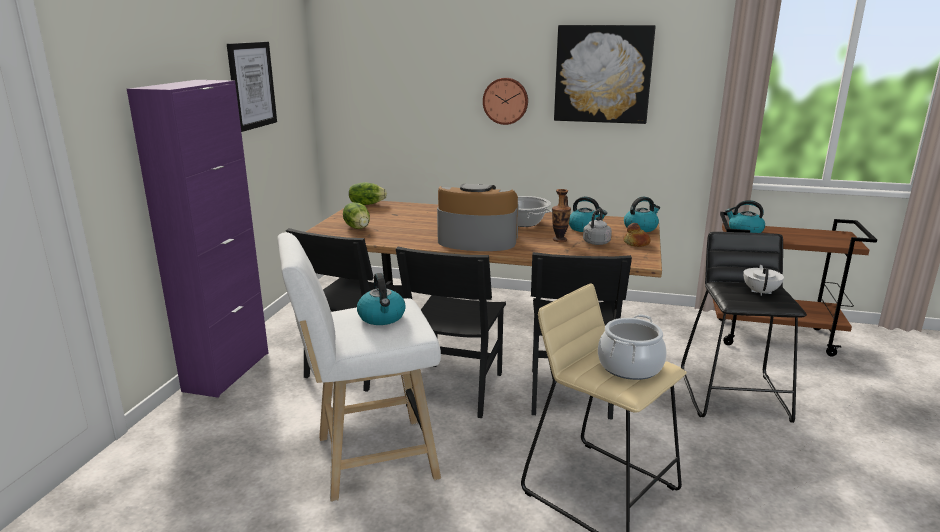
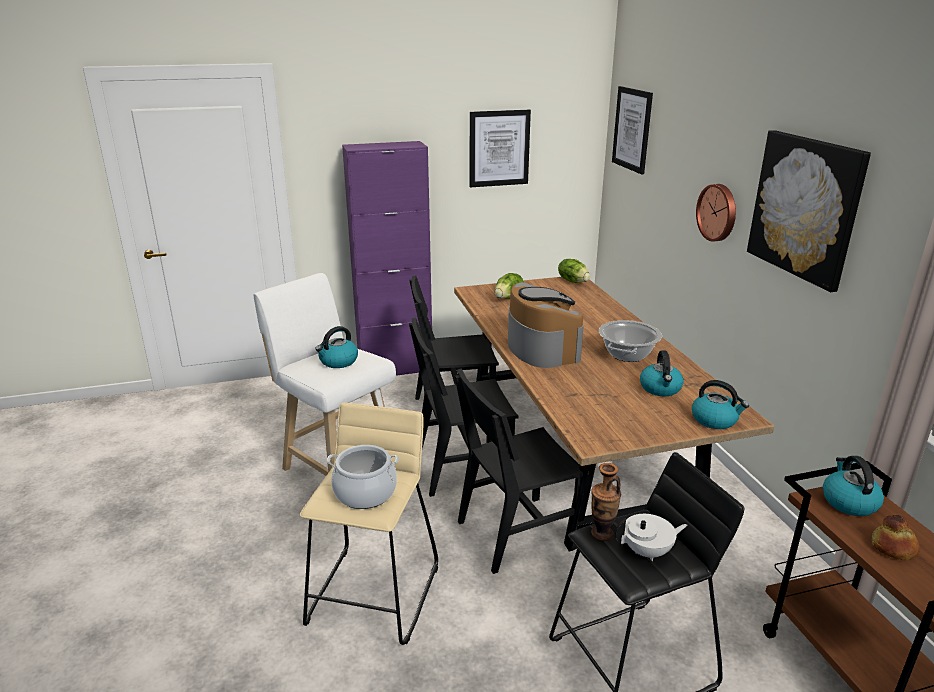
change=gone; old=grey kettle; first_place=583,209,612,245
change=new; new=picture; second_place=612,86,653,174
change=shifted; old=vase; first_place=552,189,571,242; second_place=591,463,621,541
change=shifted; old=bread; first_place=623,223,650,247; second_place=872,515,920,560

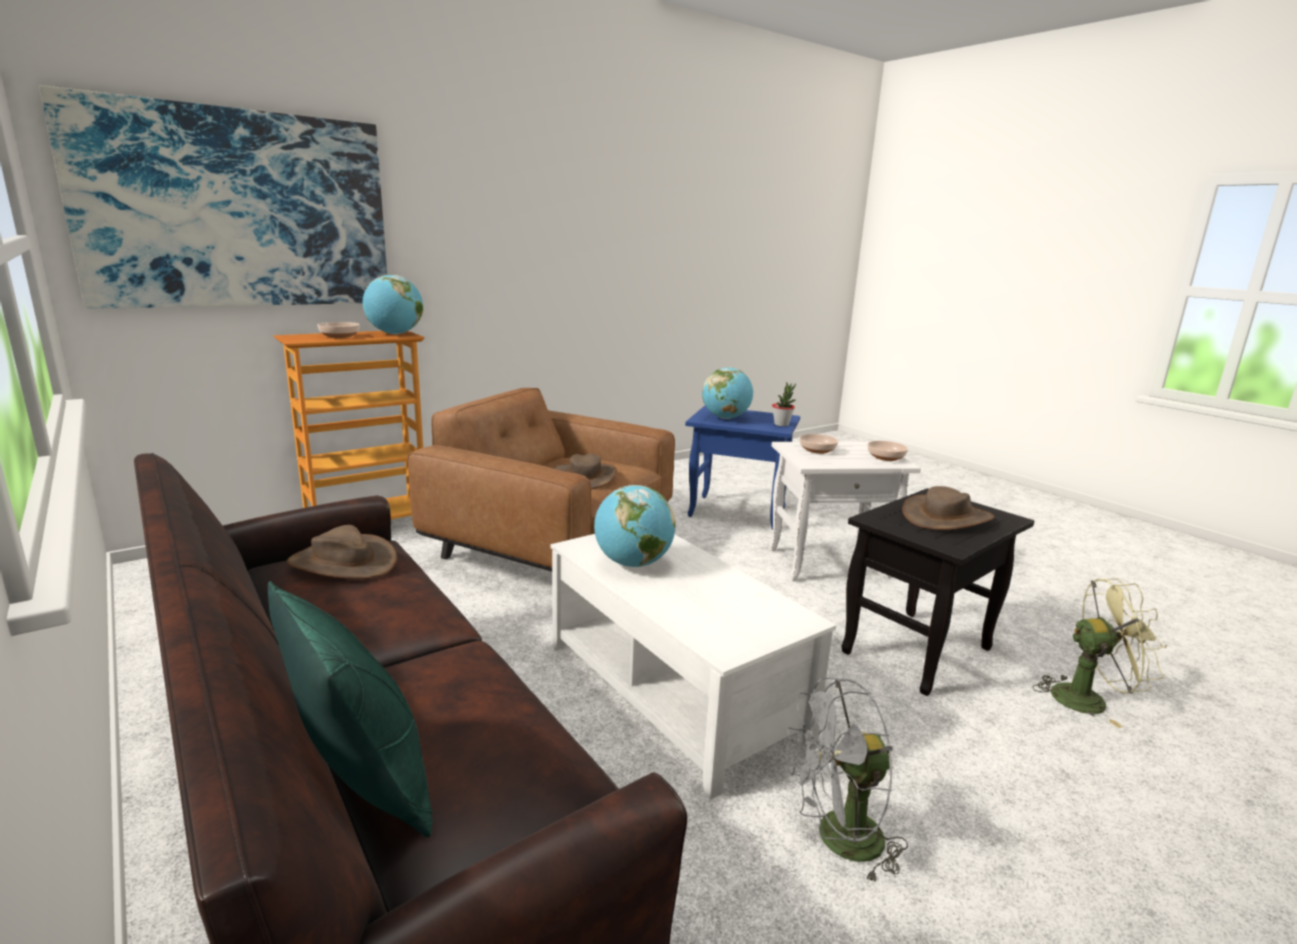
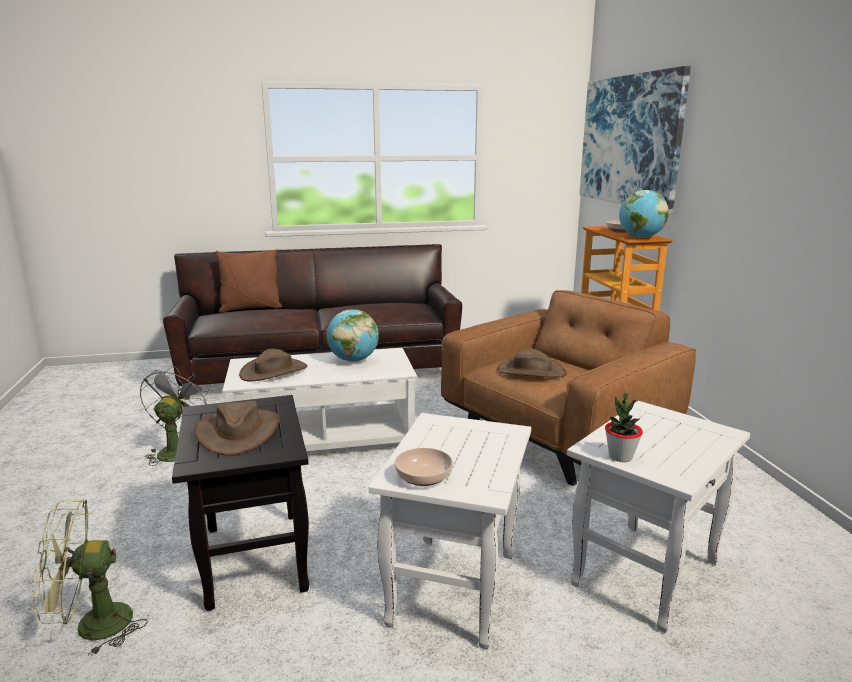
change=gone; old=globe; first_place=702,367,753,419
change=gone; old=bowl; first_place=799,434,839,454
change=shifted; old=brown hat; first_place=287,525,398,579; second_place=239,349,307,381
change=repainted; old=green pillow; new=brown pillow; first_place=268,581,433,837; second_place=215,249,282,313
change=repainted; old=blue side table; new=white side table; first_place=685,406,800,530; second_place=567,401,750,633
change=rotated; old=green fan; first_place=1032,578,1167,728; second_place=33,499,148,656; degrees=45

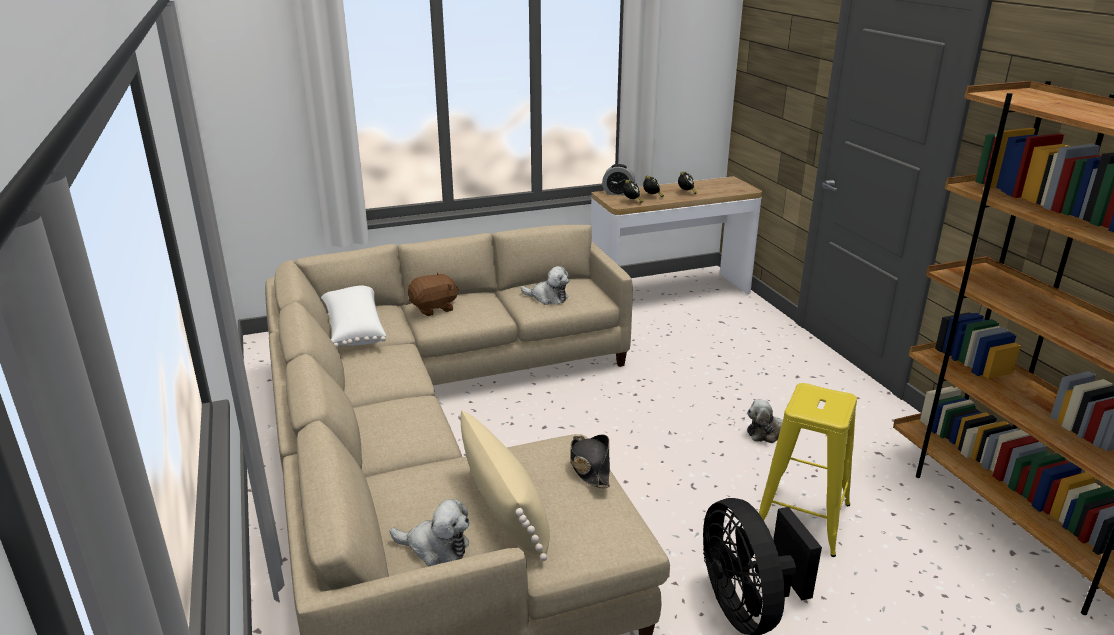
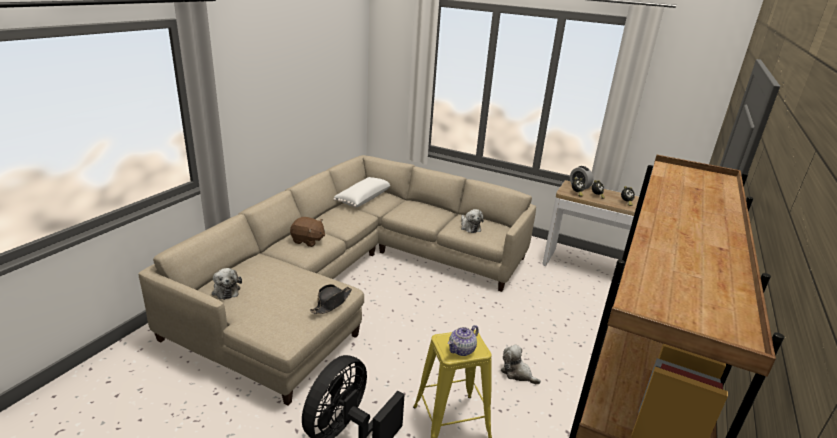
change=gone; old=beige pillow; first_place=458,410,550,561
change=new; new=teapot; second_place=448,325,479,356
change=shifted; old=brown plush toy; first_place=408,272,459,316; second_place=290,217,325,247

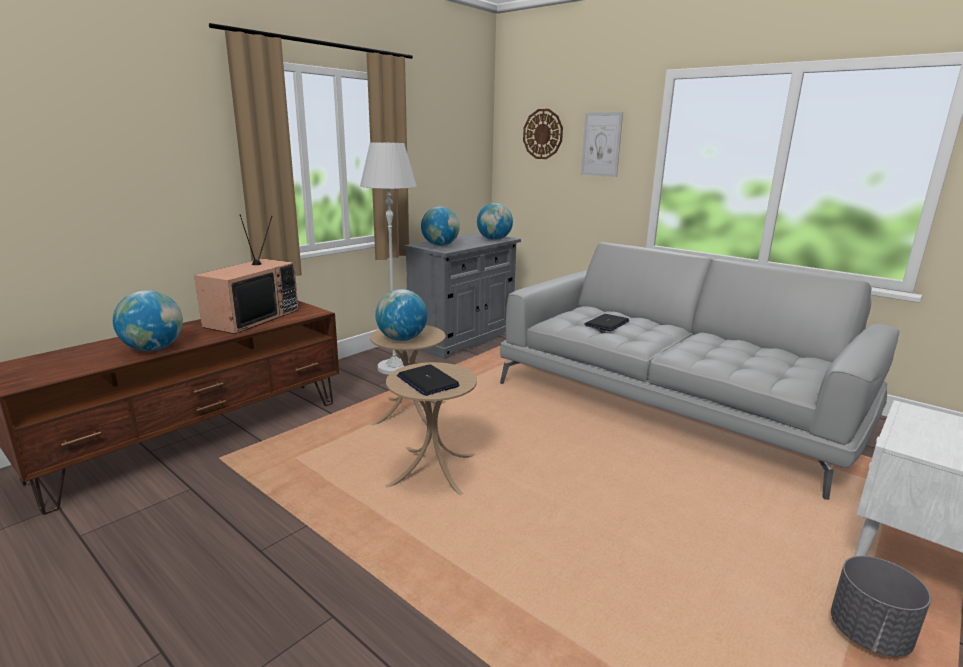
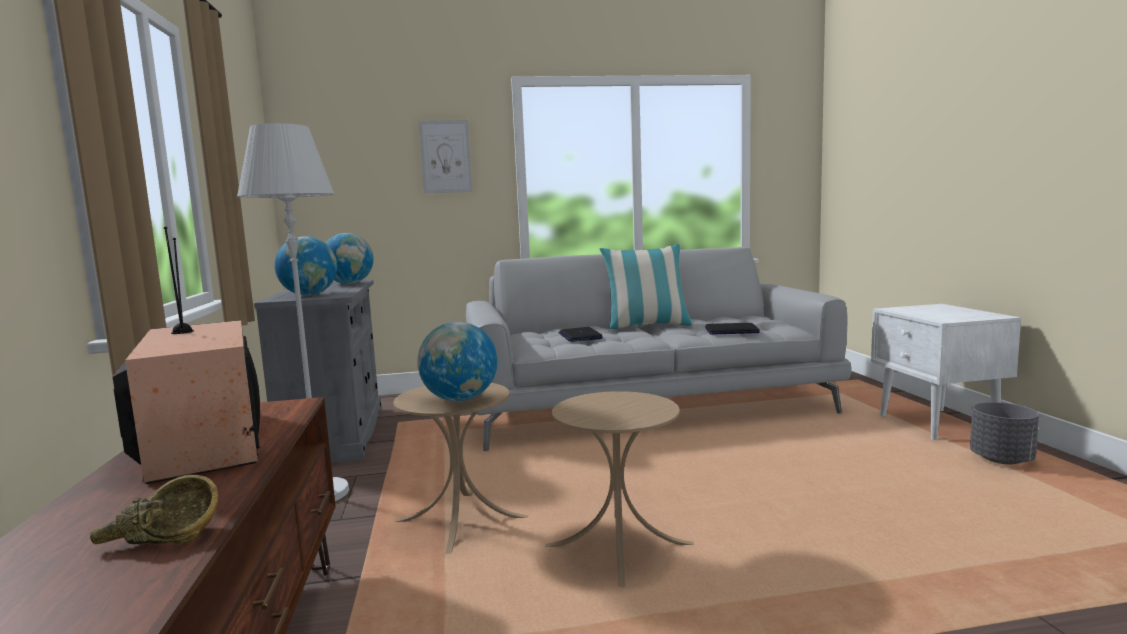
change=gone; old=wall clock; first_place=523,109,563,159
change=new; new=pillow; second_place=599,243,694,329
change=shifted; old=laptop; first_place=397,364,460,396; second_place=705,323,760,335
change=swapped; old=globe; new=brown bowl; first_place=113,290,183,351; second_place=90,475,218,544

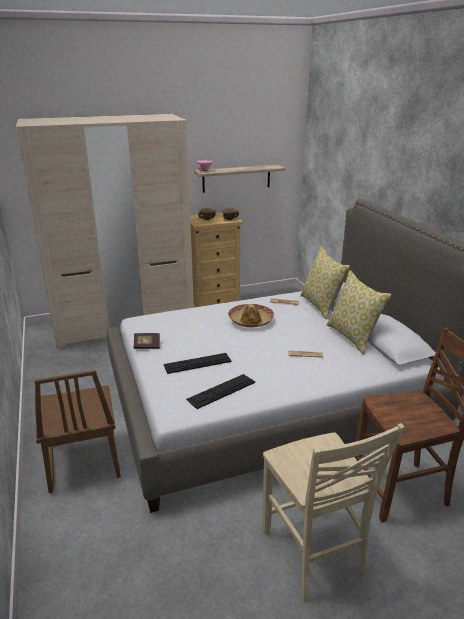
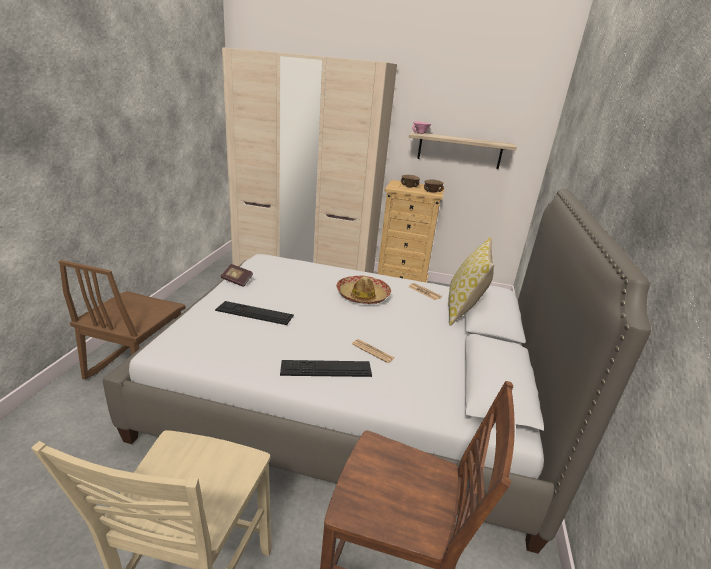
change=gone; old=pillow; first_place=327,270,392,355
change=shifted; old=keyboard; first_place=186,374,255,409; second_place=280,360,372,377

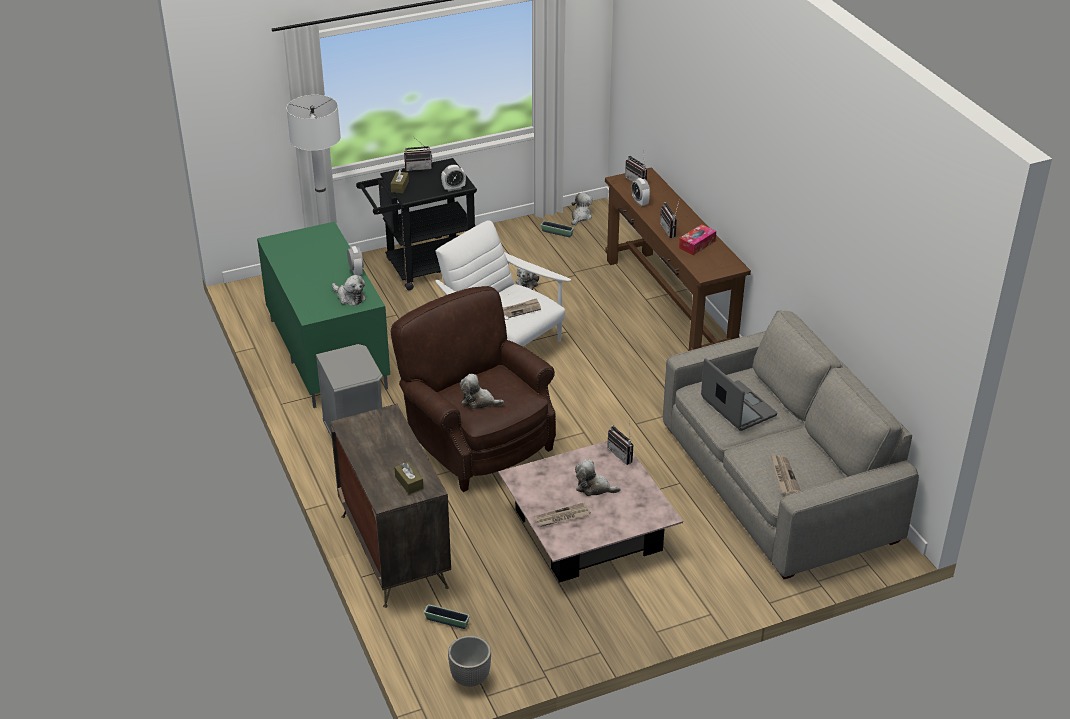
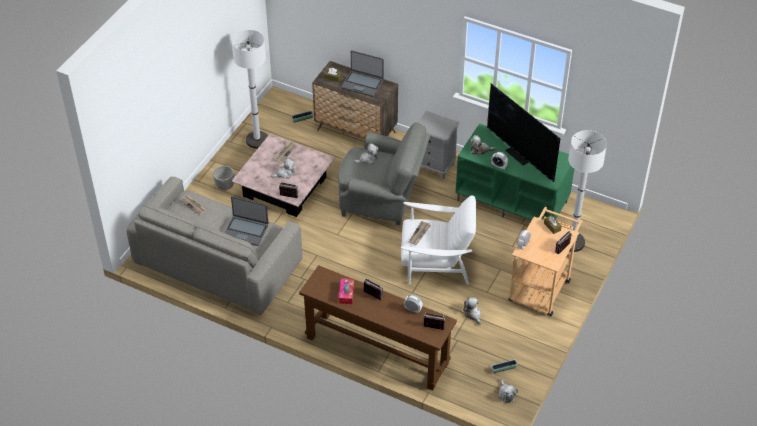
change=new; new=white floor lamp; second_place=232,30,268,149
change=new; new=laptop; second_place=341,50,384,97
change=new; new=television; second_place=487,83,560,182
change=shifted; old=planter; first_place=448,636,491,687; second_place=213,166,234,190
change=repainted; old=black cart; new=beige cart; first_place=356,158,477,290; second_place=509,207,583,316
change=repainted; old=brown armchair; new=grey armchair; first_place=391,286,556,492; second_place=338,122,430,225

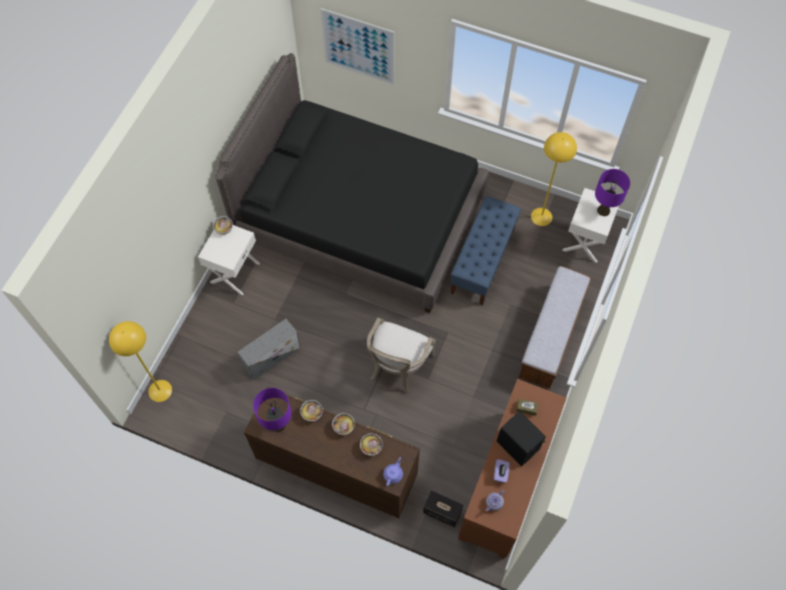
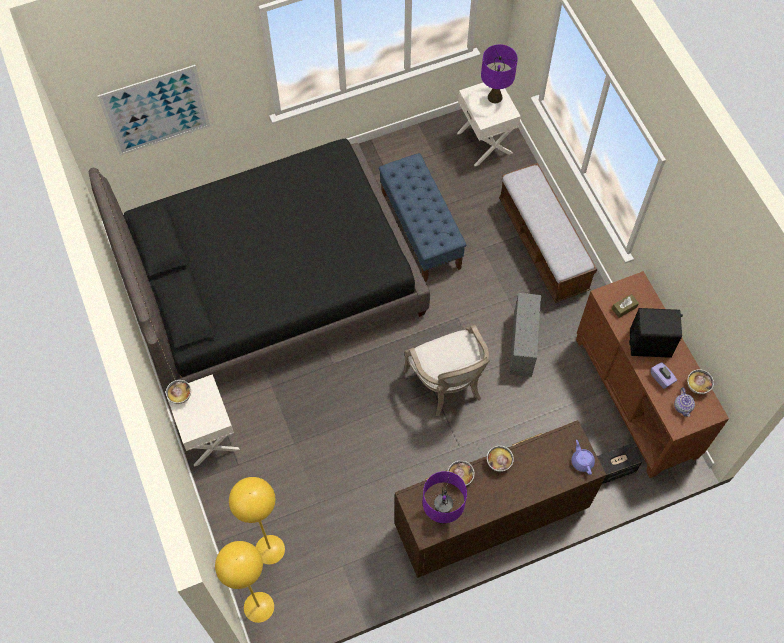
change=shifted; old=grey storage box; first_place=237,319,301,381; second_place=509,293,541,377
change=shifted; old=bowl; first_place=360,434,383,456; second_place=687,369,714,394
change=shifted; old=yellow floor lamp; first_place=531,132,577,226; second_place=229,477,285,564

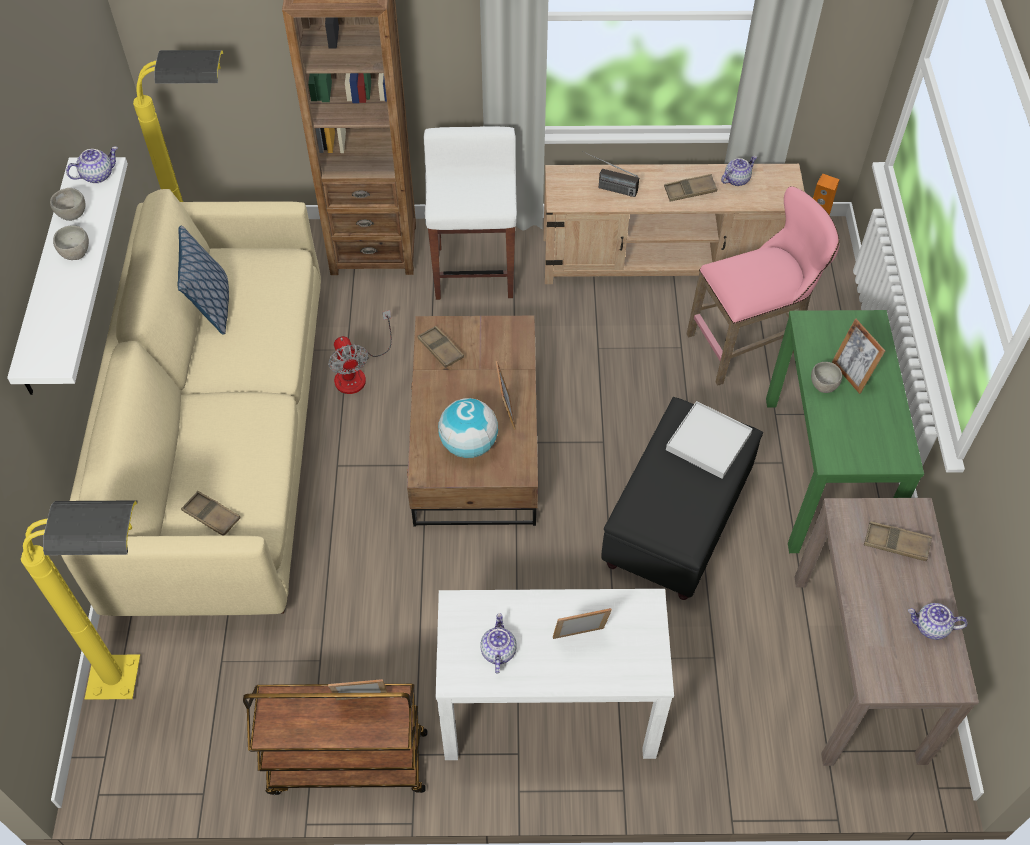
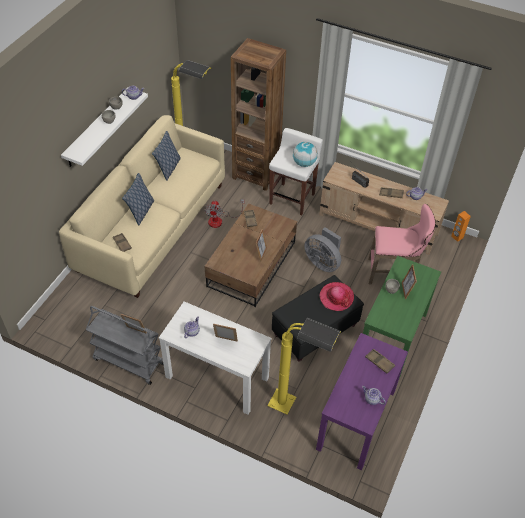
change=new; new=pillow; second_place=122,173,154,225
change=new; new=grey fan; second_place=304,227,341,272
change=shifted; old=yellow floor lamp; first_place=21,500,140,700; second_place=267,318,341,415
change=shifted; old=globe; first_place=438,398,498,458; second_place=293,142,318,167
change=swapped; old=white tray; new=hat; first_place=666,401,753,479; second_place=320,282,354,311
change=repainted; old=brown cart; new=grey cart; first_place=243,684,427,795; second_place=86,306,163,385
change=repainted; old=brown console table; new=purple console table; first_place=794,498,979,766; second_place=316,333,408,471

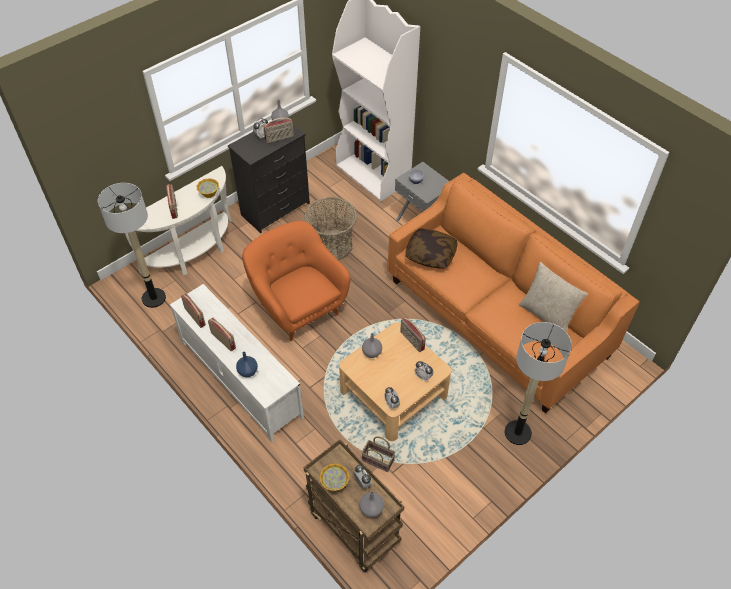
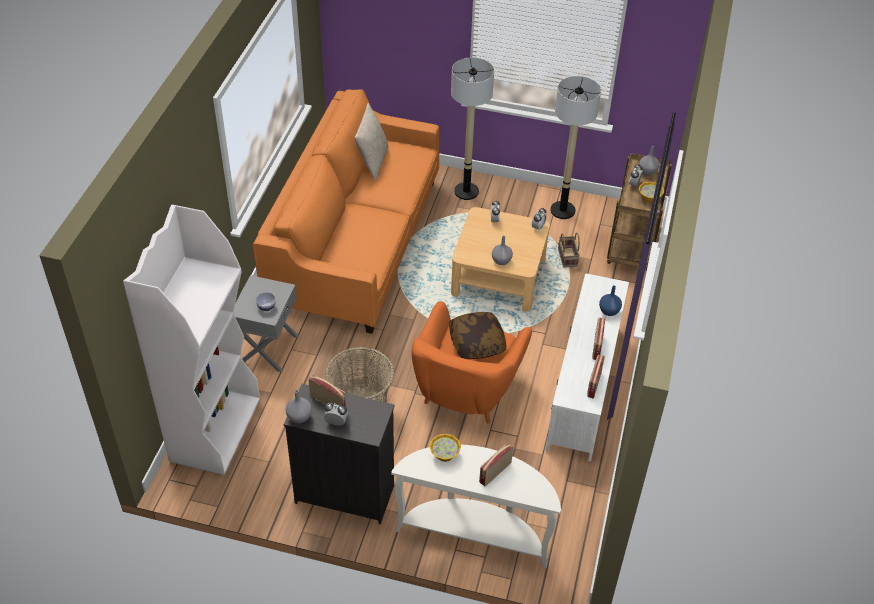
change=gone; old=radio; first_place=400,317,426,352
change=shifted; old=floor lamp; first_place=98,183,166,308; second_place=550,76,601,219
change=shifted; old=pillow; first_place=405,229,457,269; second_place=449,312,506,359

